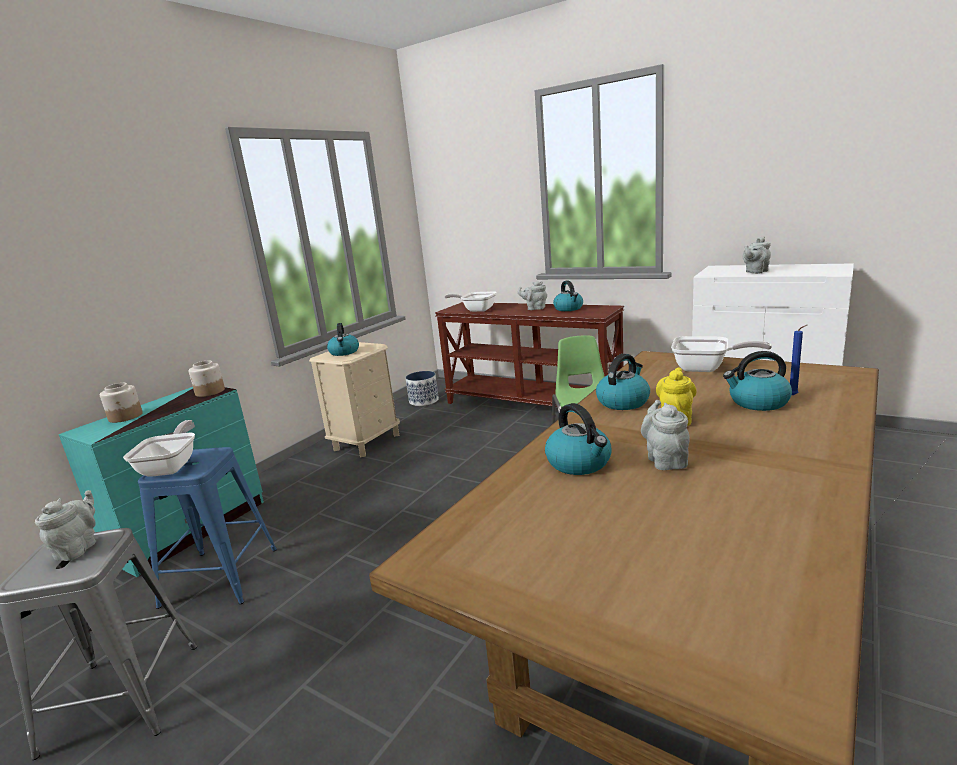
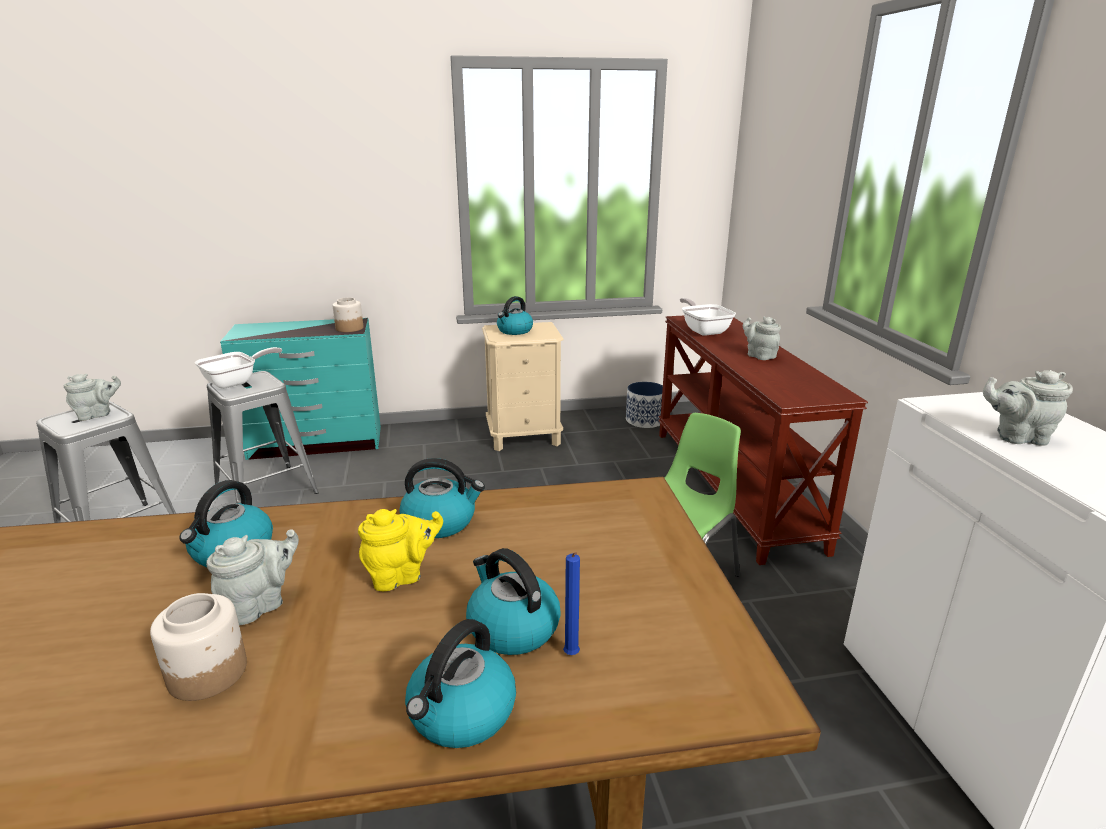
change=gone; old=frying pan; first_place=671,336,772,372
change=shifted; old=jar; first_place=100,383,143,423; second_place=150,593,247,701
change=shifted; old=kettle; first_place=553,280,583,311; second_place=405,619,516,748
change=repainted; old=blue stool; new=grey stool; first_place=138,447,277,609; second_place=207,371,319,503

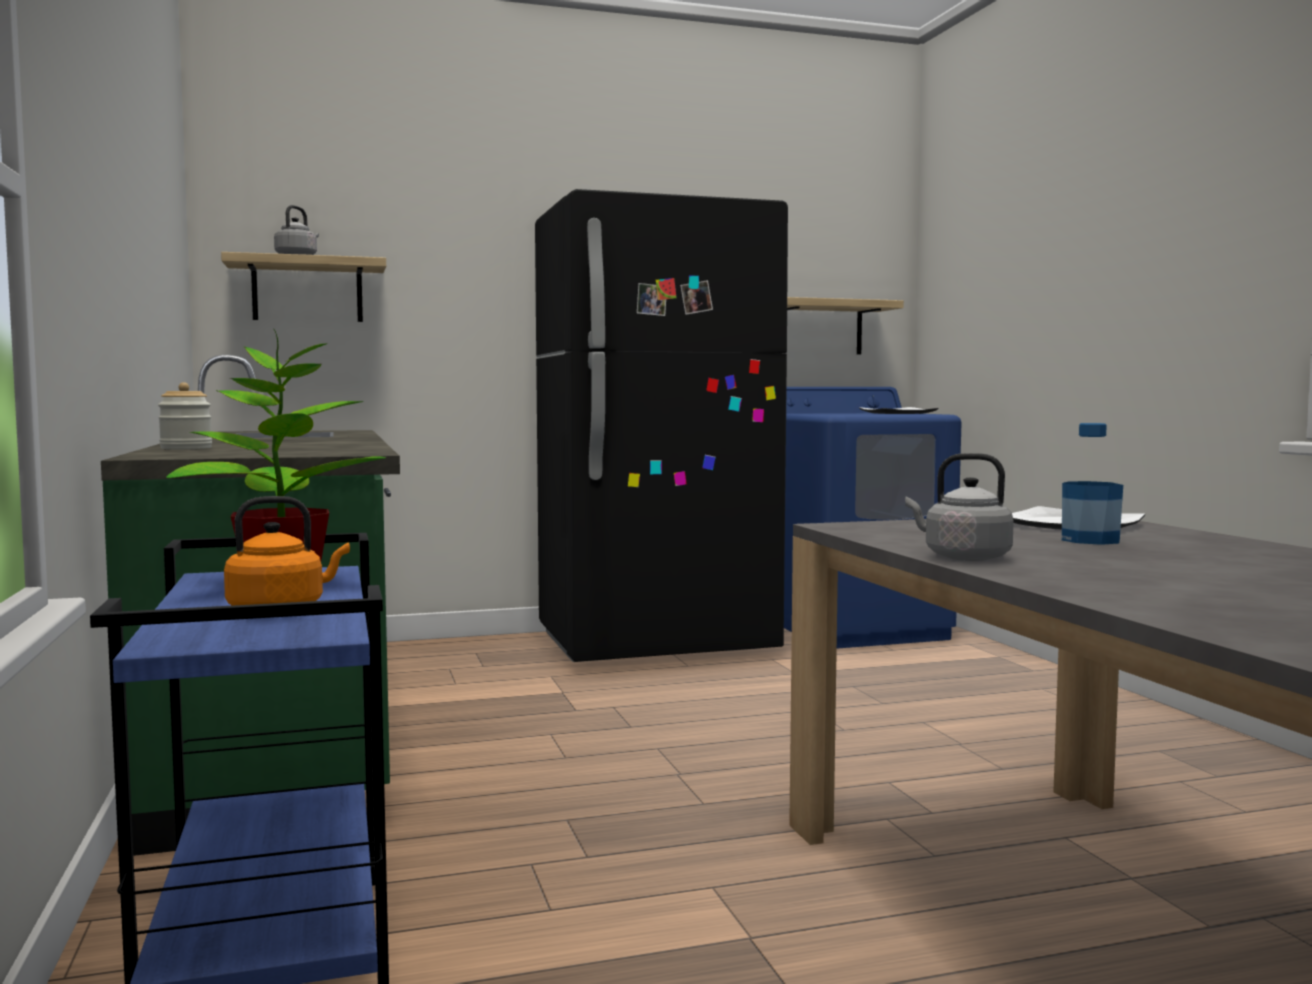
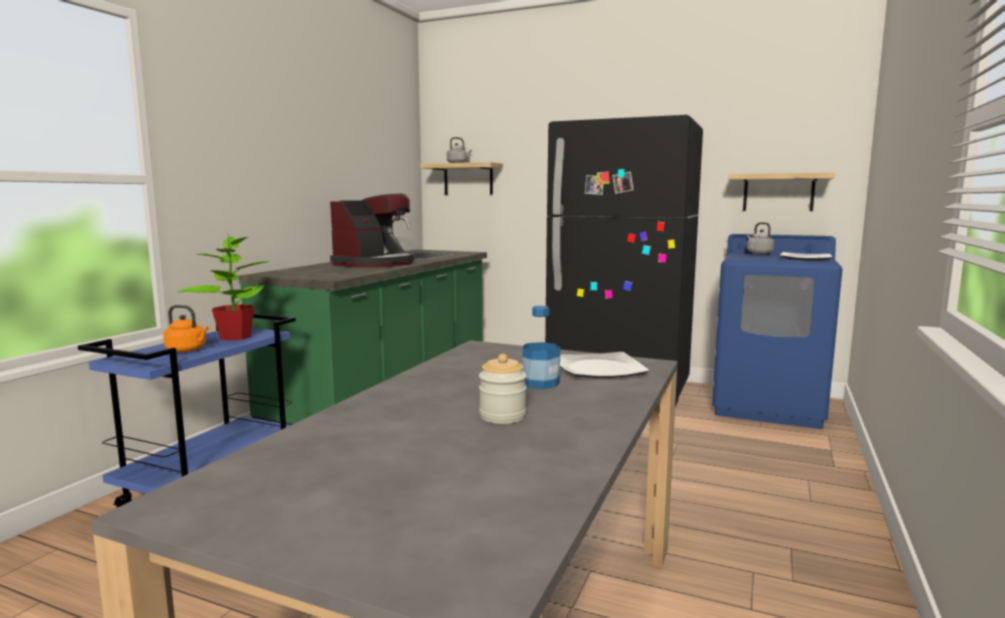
change=new; new=coffee machine; second_place=330,194,415,268
change=shifted; old=jar; first_place=158,382,212,449; second_place=479,354,527,424
change=shifted; old=grey kettle; first_place=905,453,1014,561; second_place=747,222,774,254

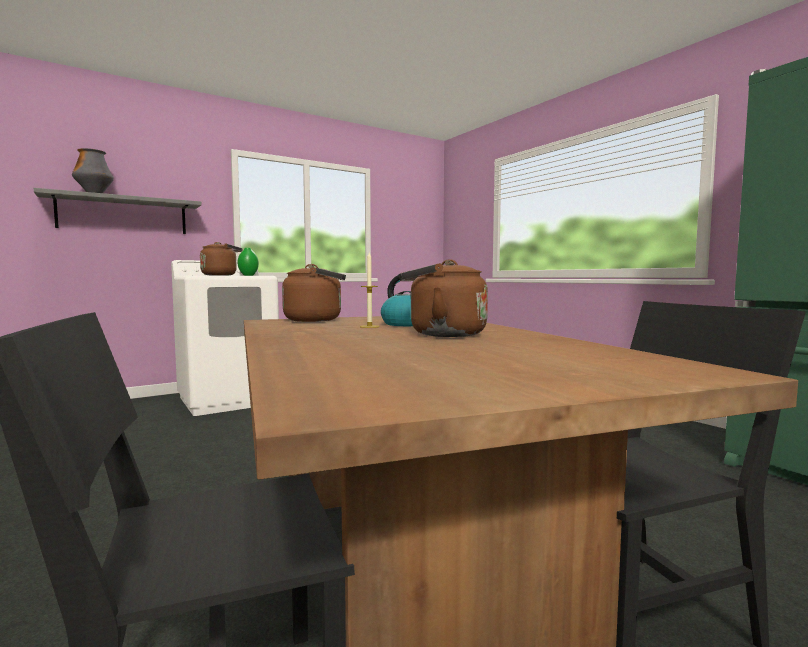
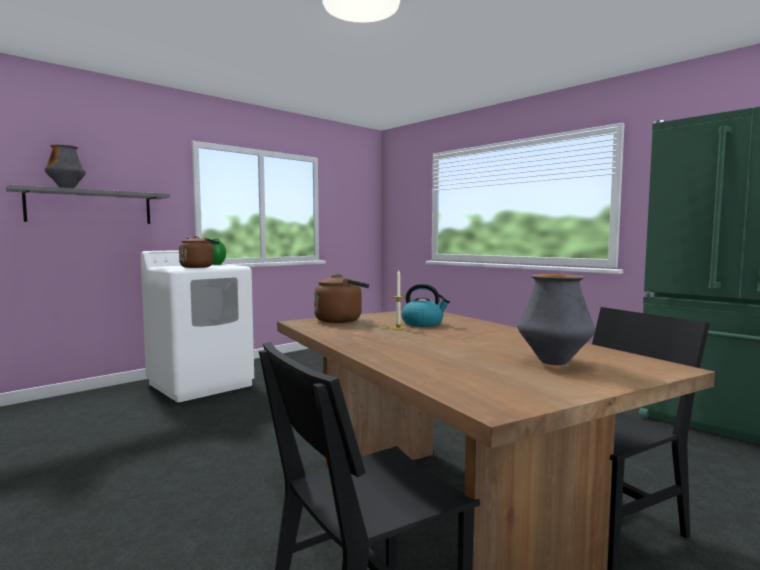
change=gone; old=brown kettle; first_place=399,259,488,337
change=new; new=vase; second_place=517,274,595,365

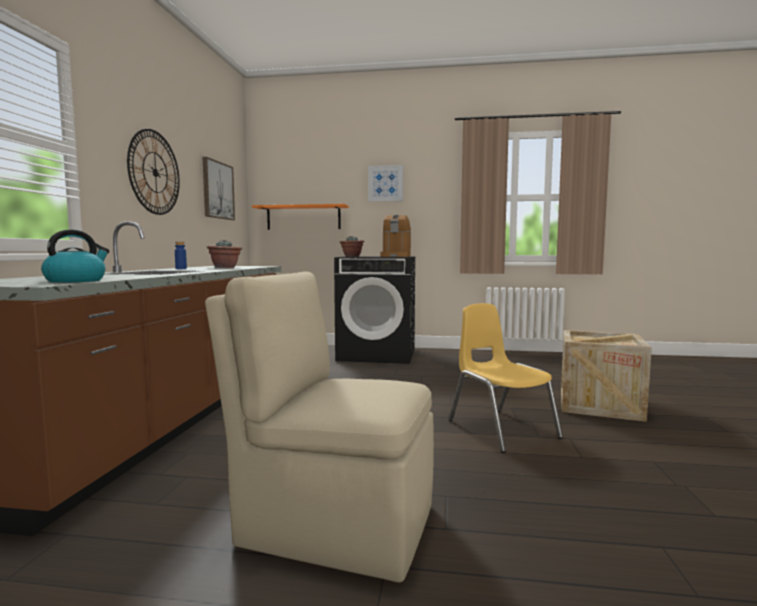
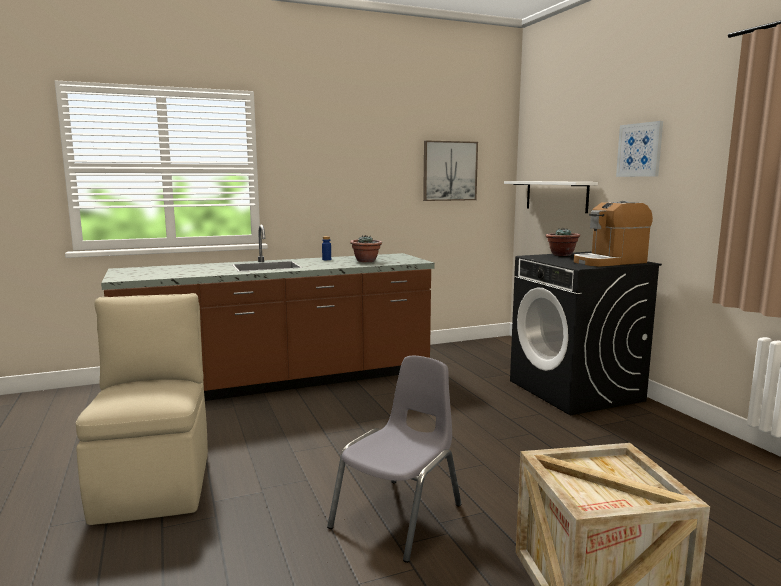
change=gone; old=kettle; first_place=41,230,109,283
change=gone; old=wall clock; first_place=127,129,180,215
change=repainted; old=orange shelf; new=white shelf; first_place=252,204,349,230; second_place=504,181,598,213
change=repainted; old=yellow chair; new=grey chair; first_place=449,303,563,453; second_place=327,356,462,563

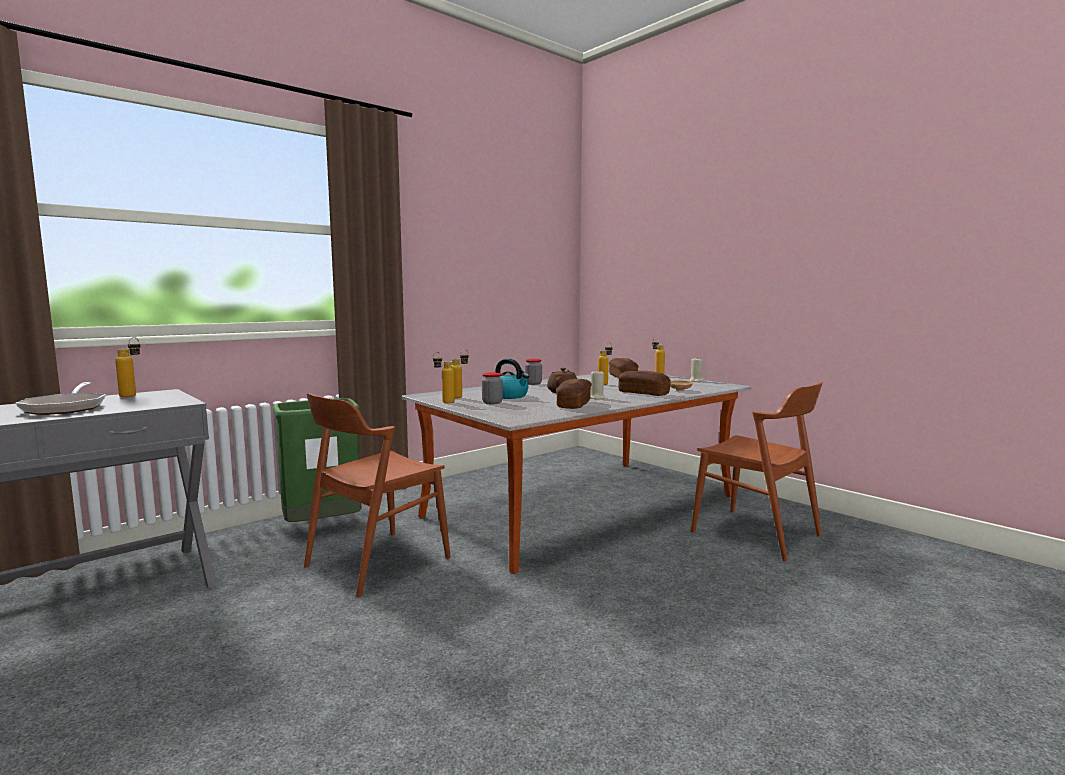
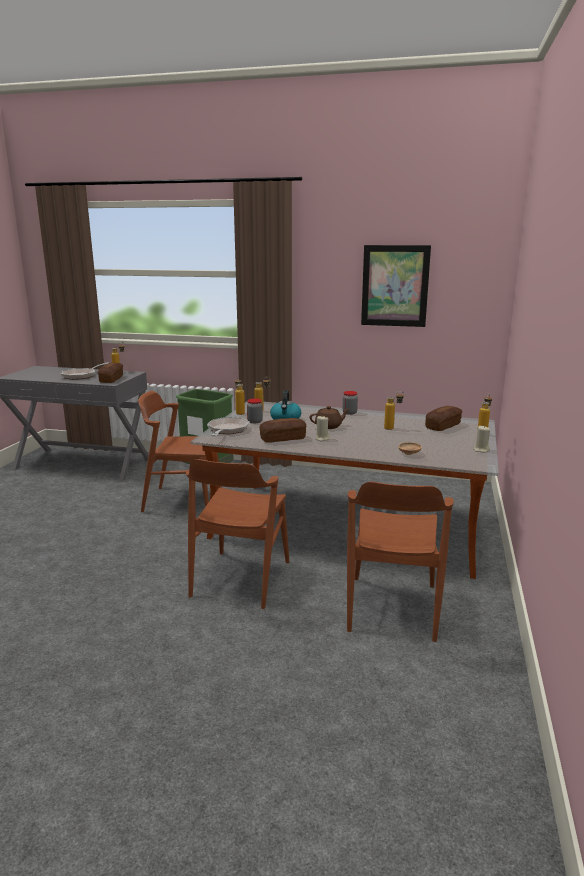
change=new; new=brown chair; second_place=186,459,289,609
change=new; new=frying pan; second_place=207,417,250,436
change=new; new=picture; second_place=361,245,431,327
change=shifted; old=bread; first_place=618,371,671,396; second_place=98,363,123,383

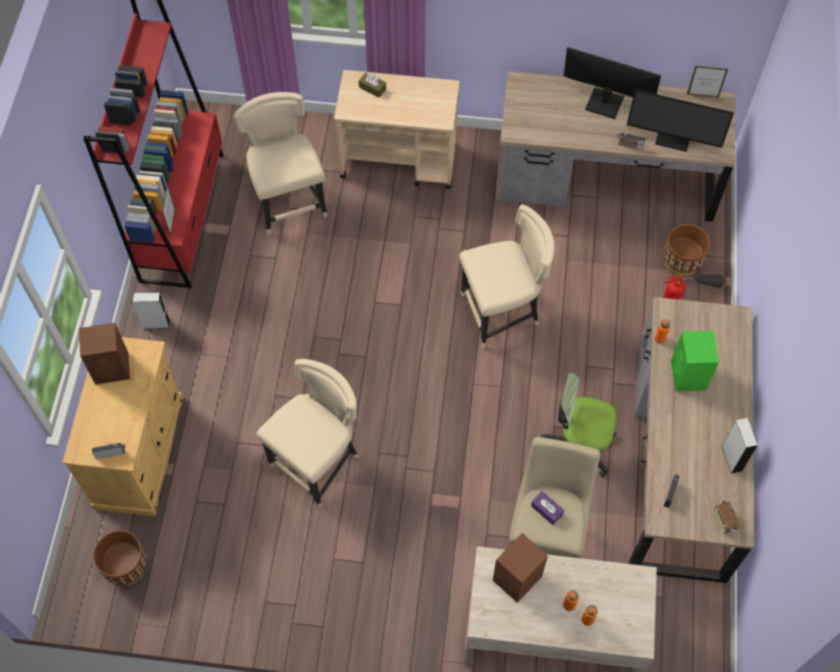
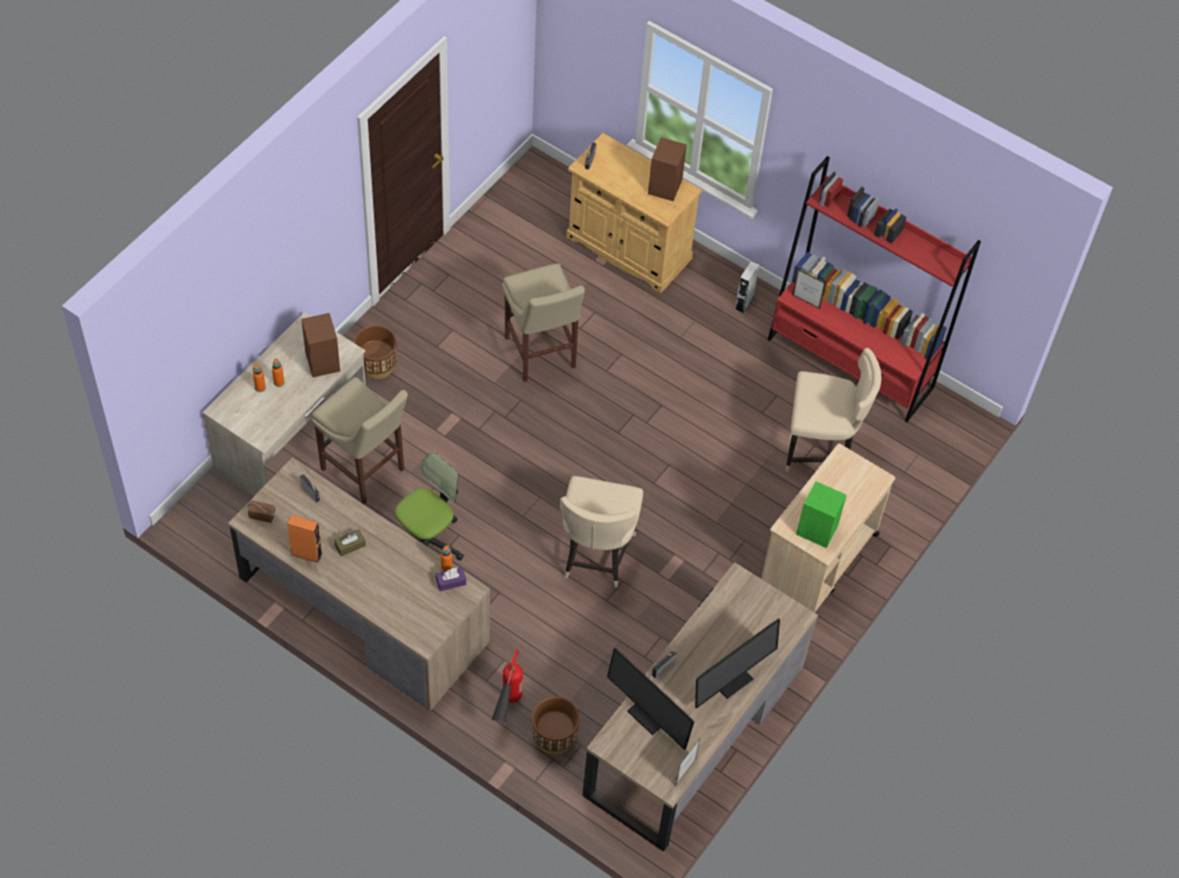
change=shifted; old=brown planter; first_place=93,530,147,586; second_place=354,325,397,379
change=shifted; old=brown tissue box; first_place=359,72,386,98; second_place=334,529,366,556
change=shifted; old=purple tissue box; first_place=531,491,564,525; second_place=436,567,466,591
change=shifted; old=green speaker; first_place=671,331,719,391; second_place=796,481,847,548
change=swapped; old=beige chair; new=beige stool; first_place=256,359,359,508; second_place=502,263,585,382
change=repainted; old=grey speaker; new=orange speaker; first_place=722,418,758,474; second_place=287,515,323,563
change=rotated; old=monitor; first_place=627,89,734,152; second_place=607,648,695,750; degrees=-90

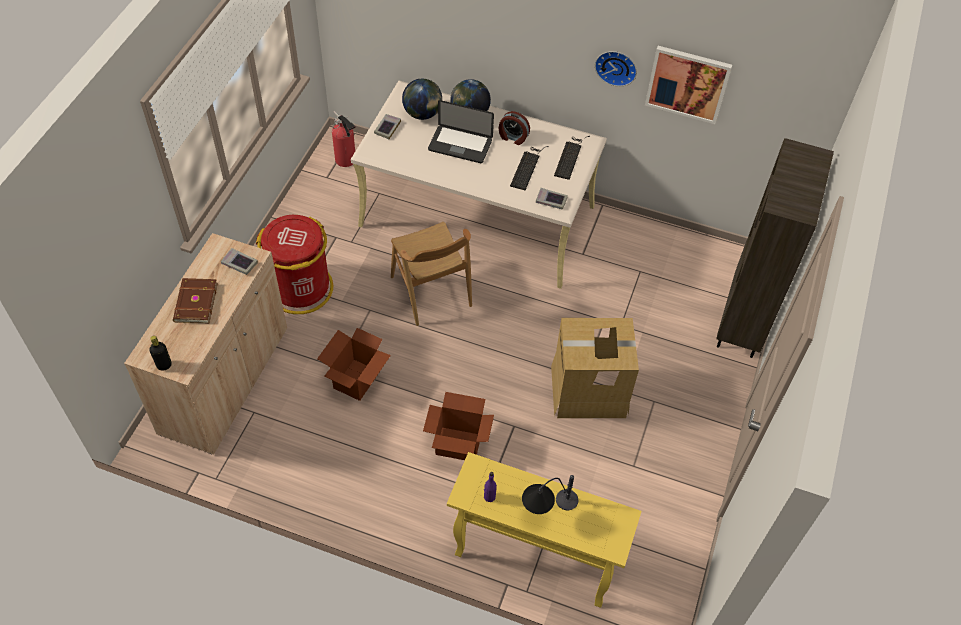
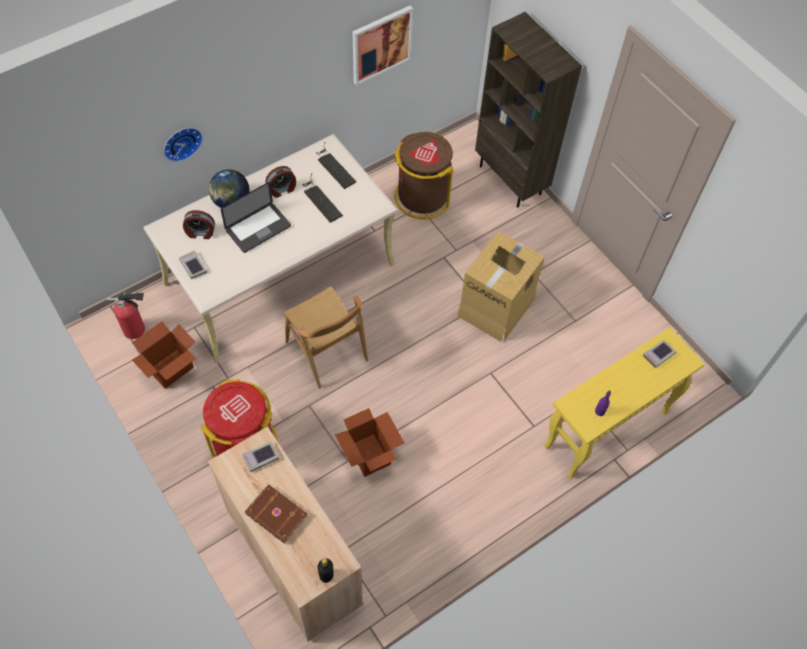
change=gone; old=table lamp; first_place=522,475,578,514
change=new; new=brown trash can; second_place=395,132,453,219
change=shifted; old=cardboard box; first_place=423,392,494,460; second_place=132,321,196,389
change=shifted; old=book; first_place=536,188,568,210; second_place=643,340,676,368
change=shifted; old=wall clock; first_place=595,51,637,87; second_place=164,128,203,162
change=swapped; old=globe; new=alarm clock; first_place=402,79,442,120; second_place=183,210,215,239
change=rotated; old=brown chair; first_place=391,222,472,326; second_place=284,286,368,389; degrees=45

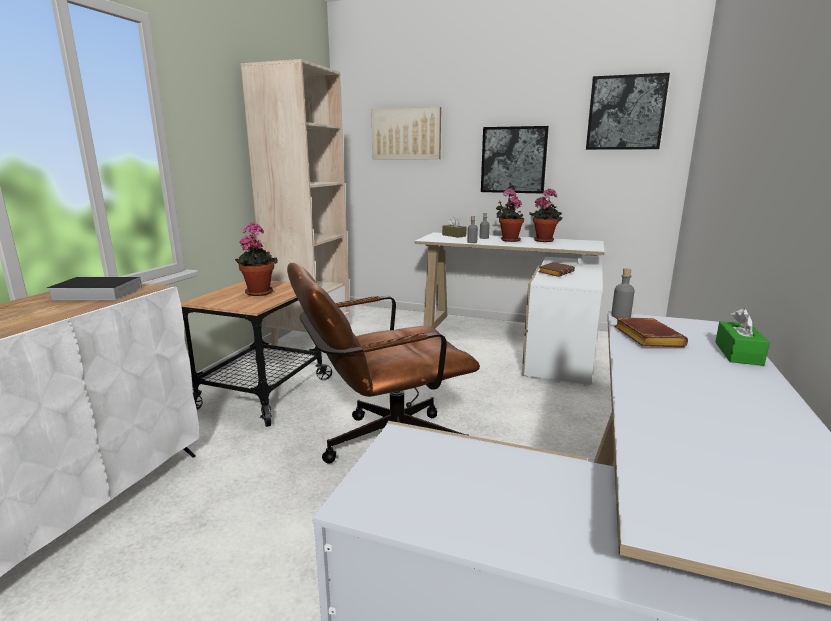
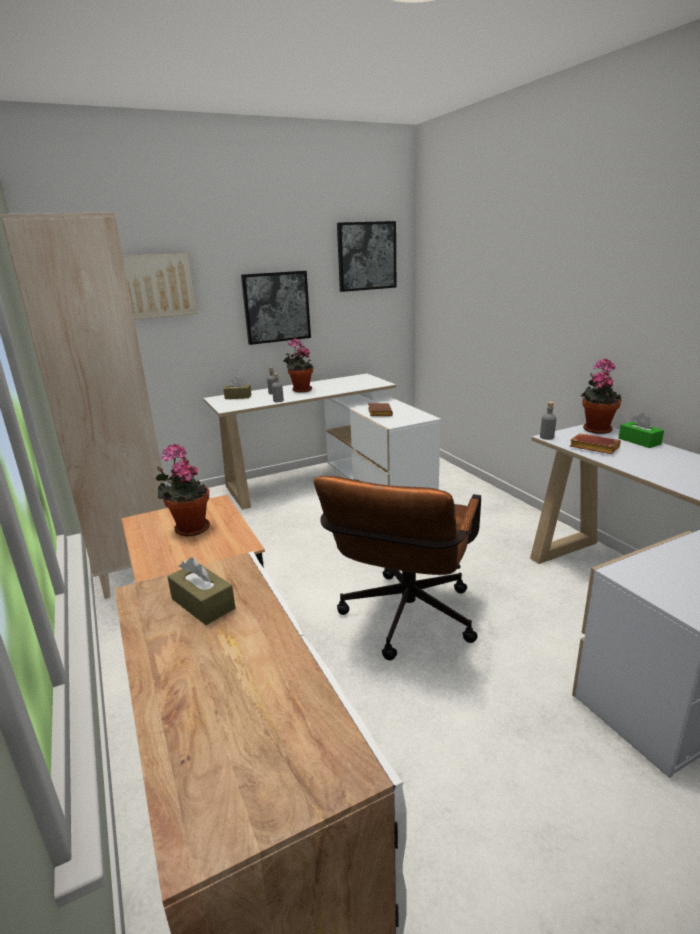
change=shifted; old=potted plant; first_place=529,189,563,242; second_place=580,359,622,434
change=swapped; old=book; new=brown tissue box; first_place=47,277,142,301; second_place=168,557,235,625

